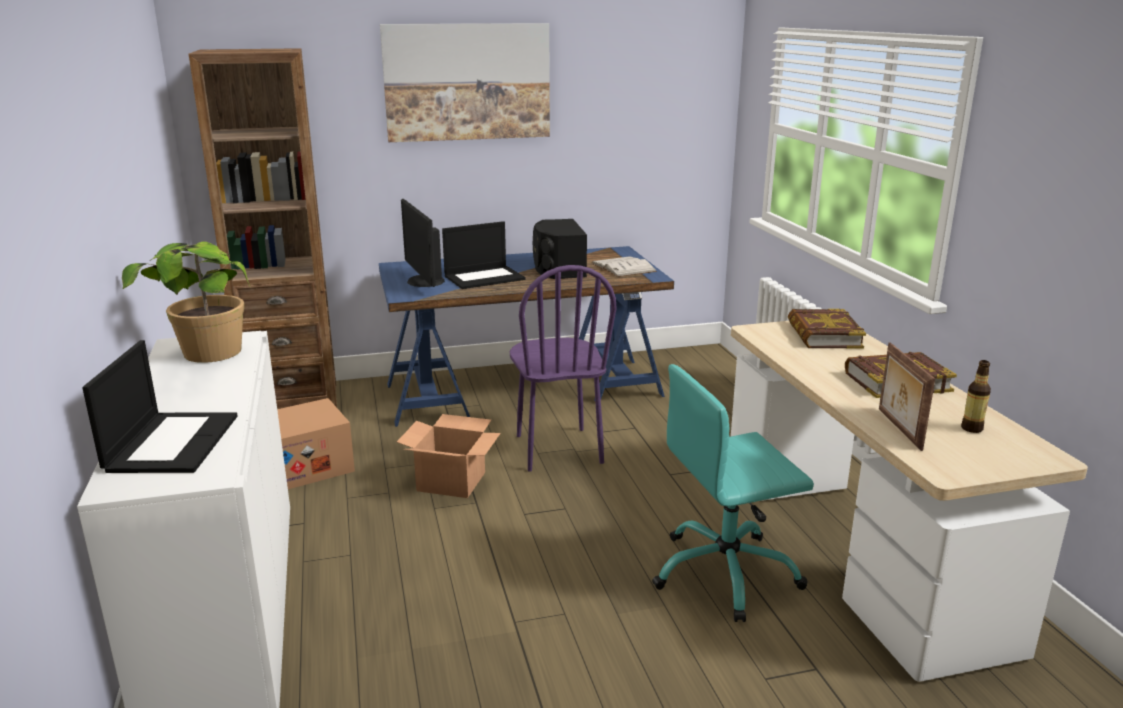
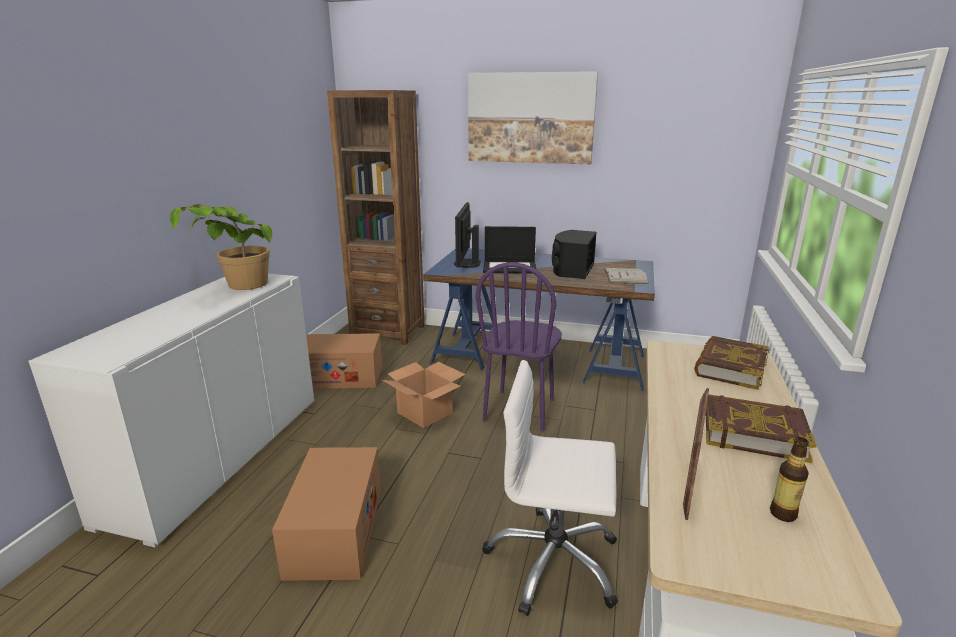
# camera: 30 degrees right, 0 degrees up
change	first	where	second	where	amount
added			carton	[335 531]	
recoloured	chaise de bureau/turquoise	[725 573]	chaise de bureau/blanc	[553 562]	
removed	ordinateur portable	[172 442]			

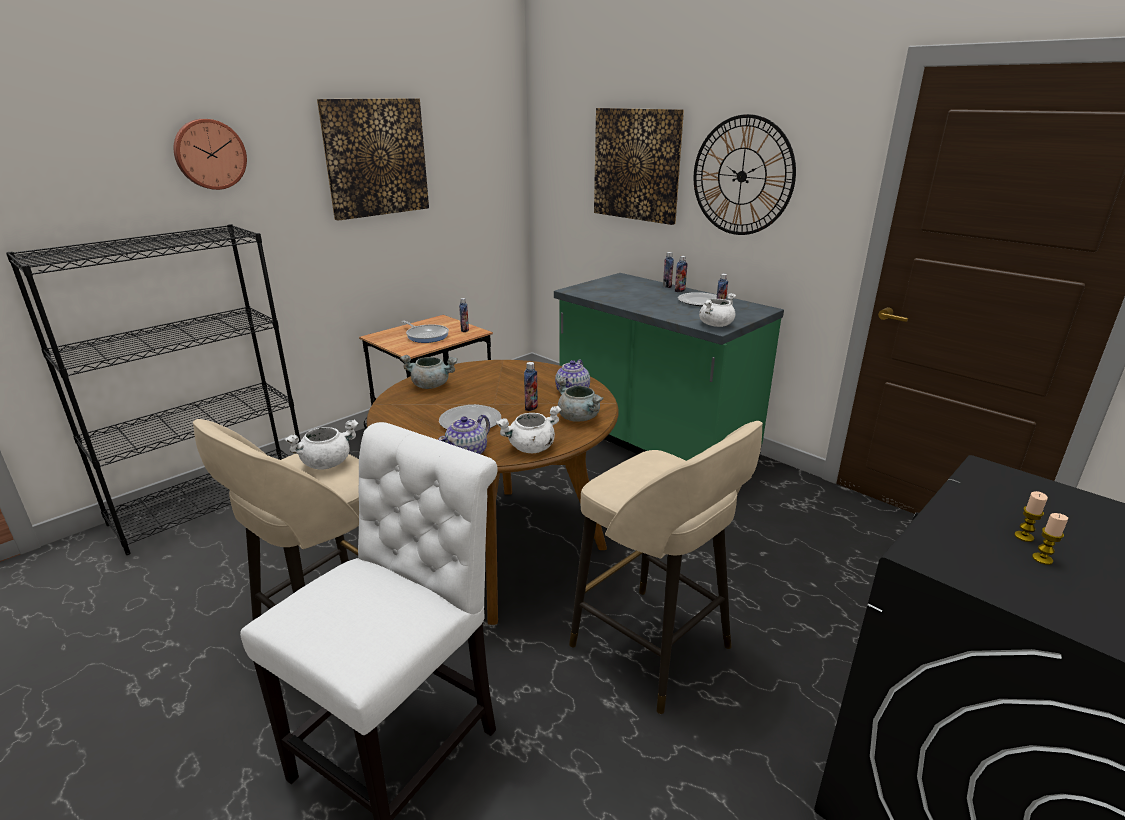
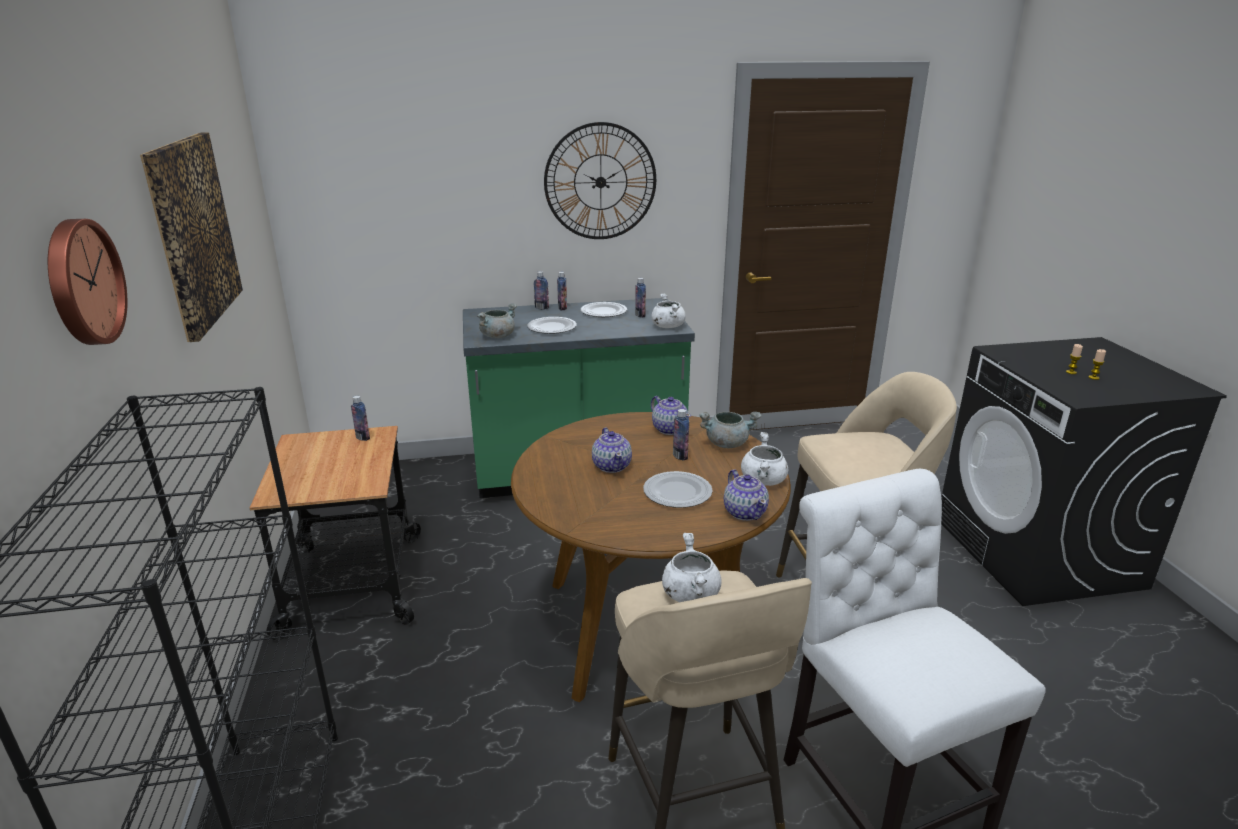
# camera: 55 degrees left, 0 degrees up
change	first	where	second	where	amount
moved	marmite/gris	[431 385]		[497 336]	
added			assiette	[552 328]	
added			théière	[612 466]	
removed	poêle	[426 336]			
removed	tableau	[637 165]			

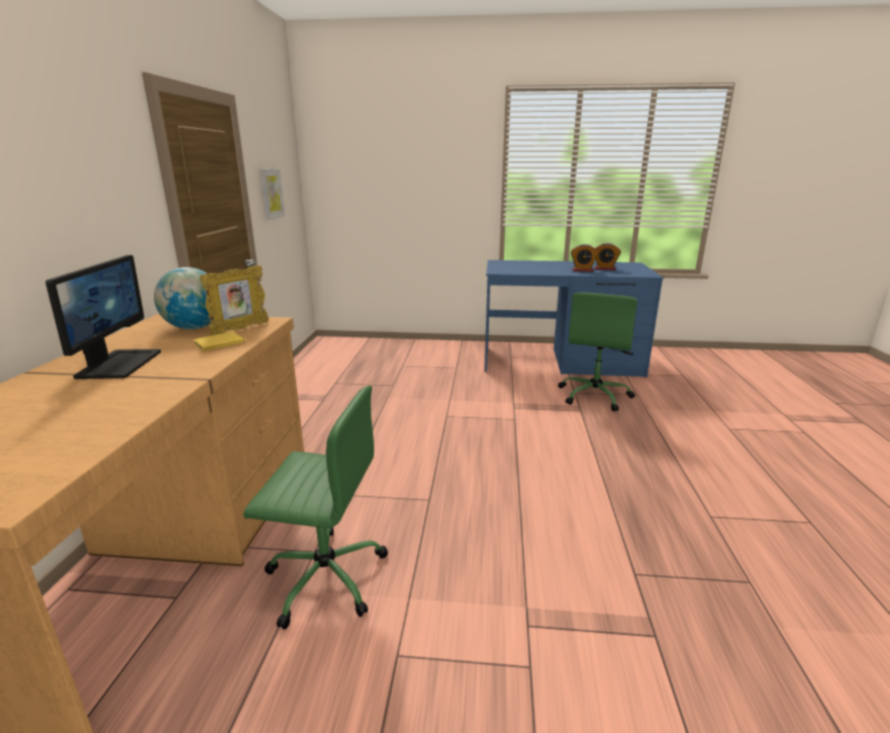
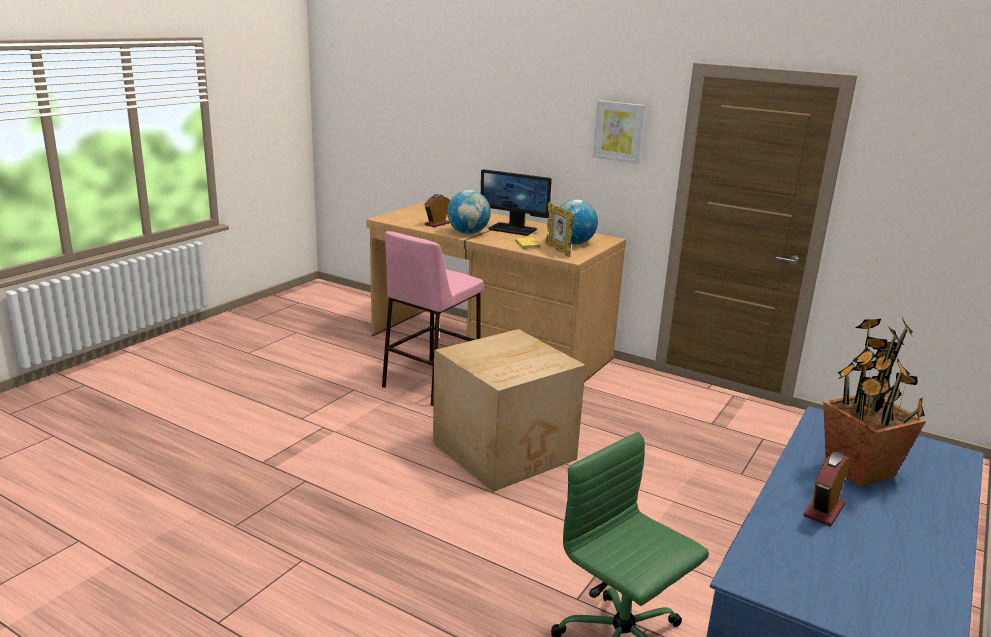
# camera: 115 degrees right, 0 degrees up
change	first	where	second	where	amount
replaced	chaise de bureau/vert	[324 577]	tabouret/rose	[431 383]	
moved	réveil	[604 269]		[437 224]	
added			carton	[506 451]	
added			globe	[468 233]	
moved	tableau	[271 193]		[619 131]	
added			plante en pot	[858 471]	

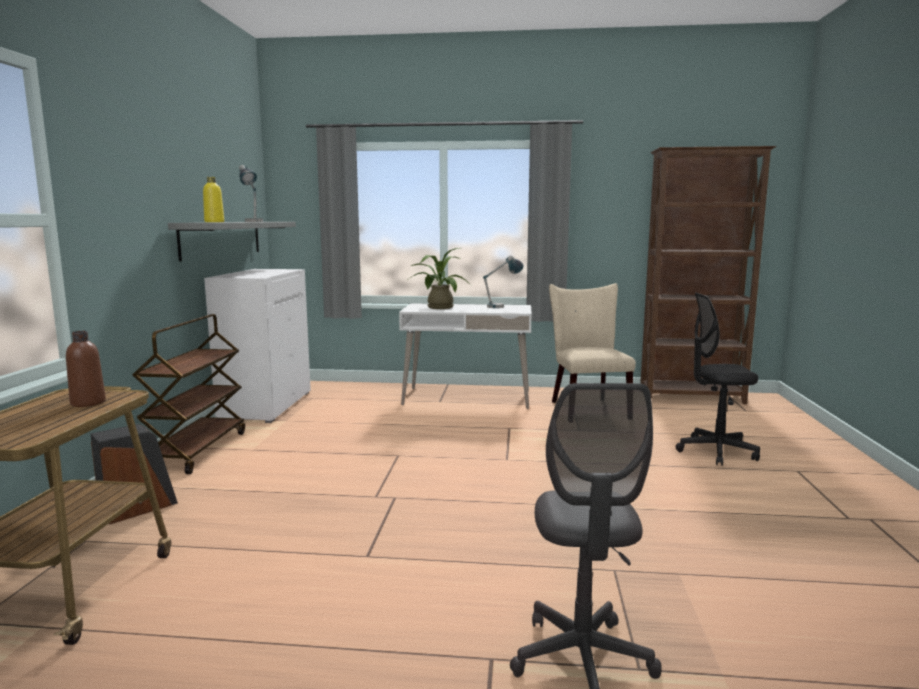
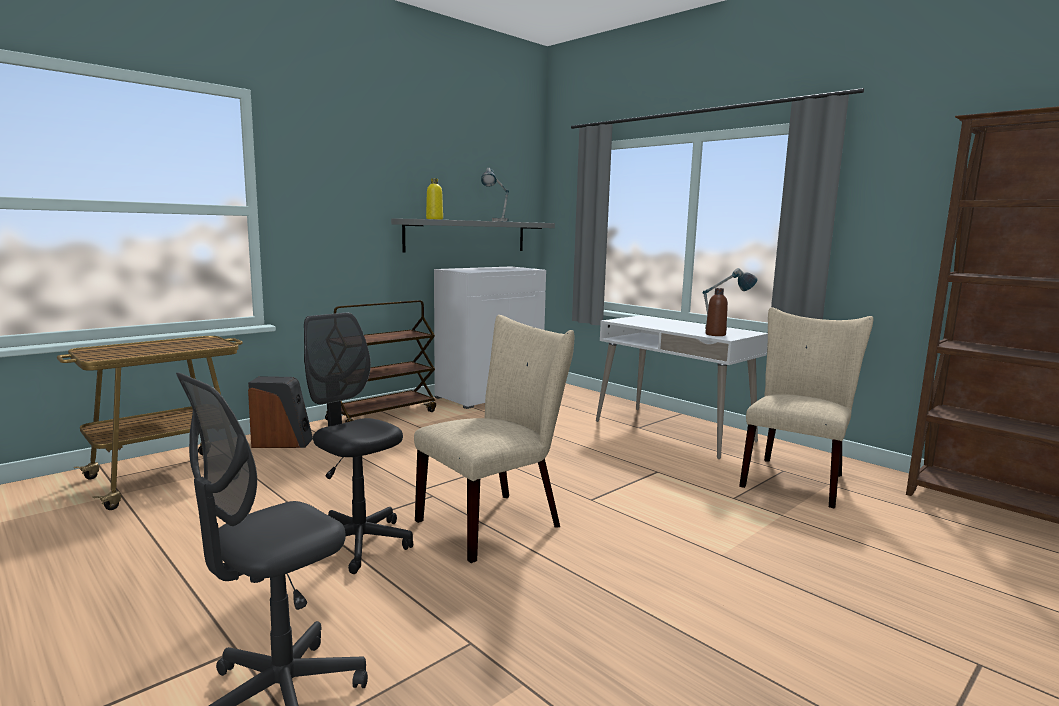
# camera: 40 degrees right, 0 degrees up
change	first	where	second	where	amount
moved	chaise de bureau/noir	[716 452]		[358 544]	
added			chaise/beige	[496 521]	
moved	bouteille/marron	[88 403]		[715 334]	
removed	plante en pot	[438 307]			

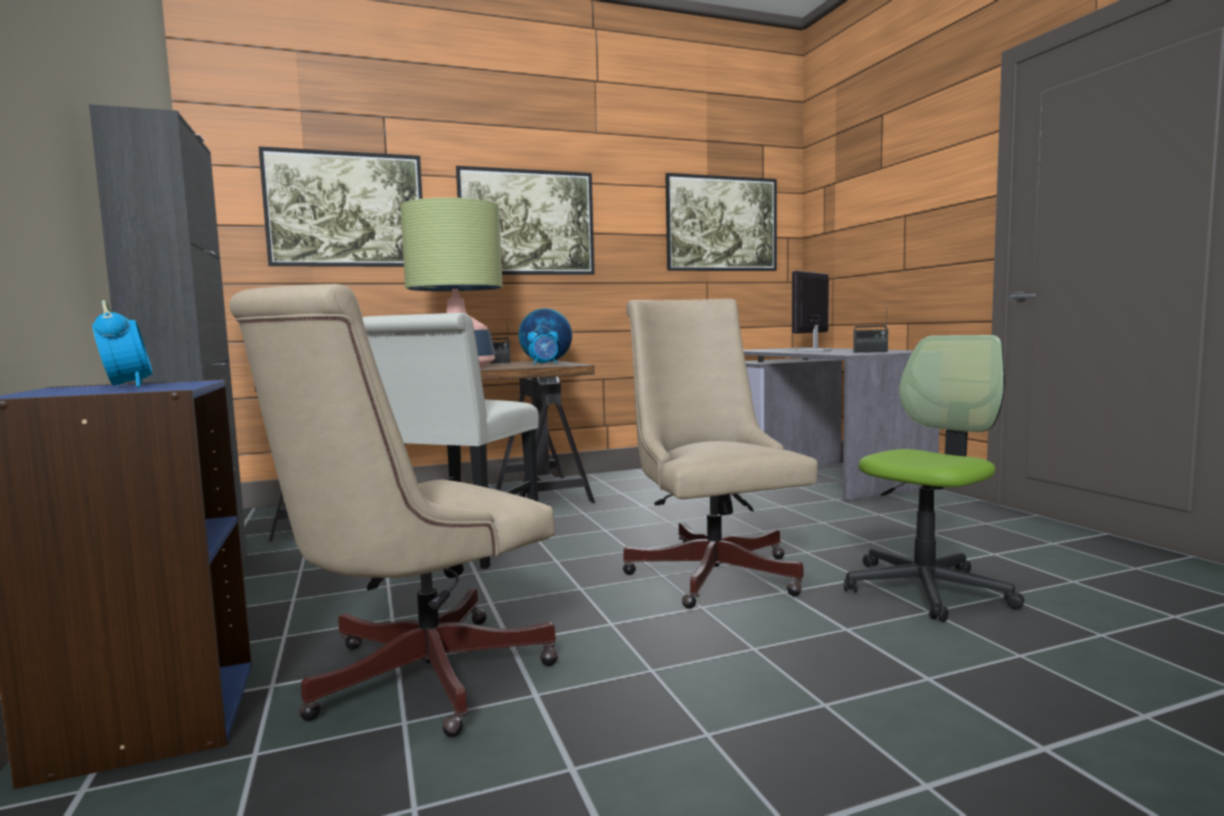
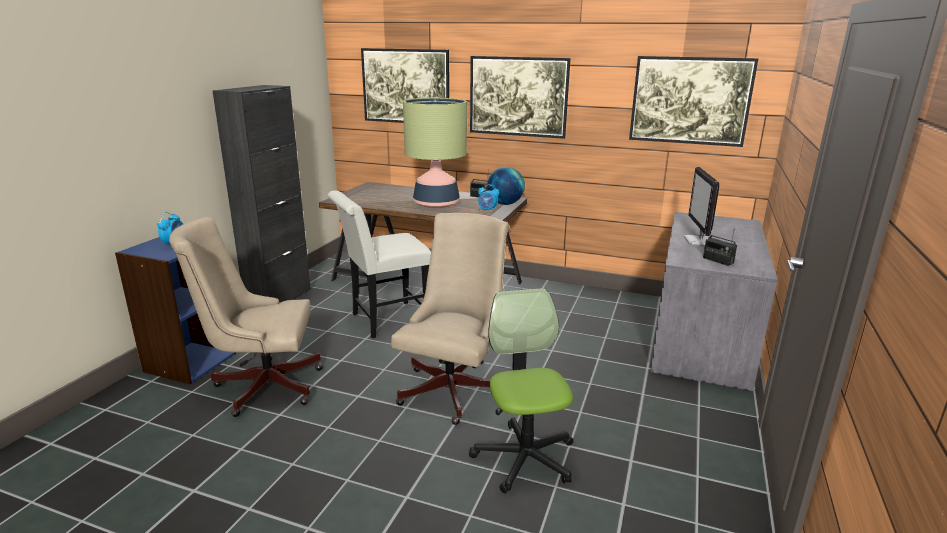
# camera: 40 degrees right, 15 degrees up
change	first	where	second	where	amount
turned	chaise de bureau	[926 589]		[524 458]	105 degrees counterclockwise
turned	écran d'ordinateur	[814 351]		[699 241]	75 degrees counterclockwise

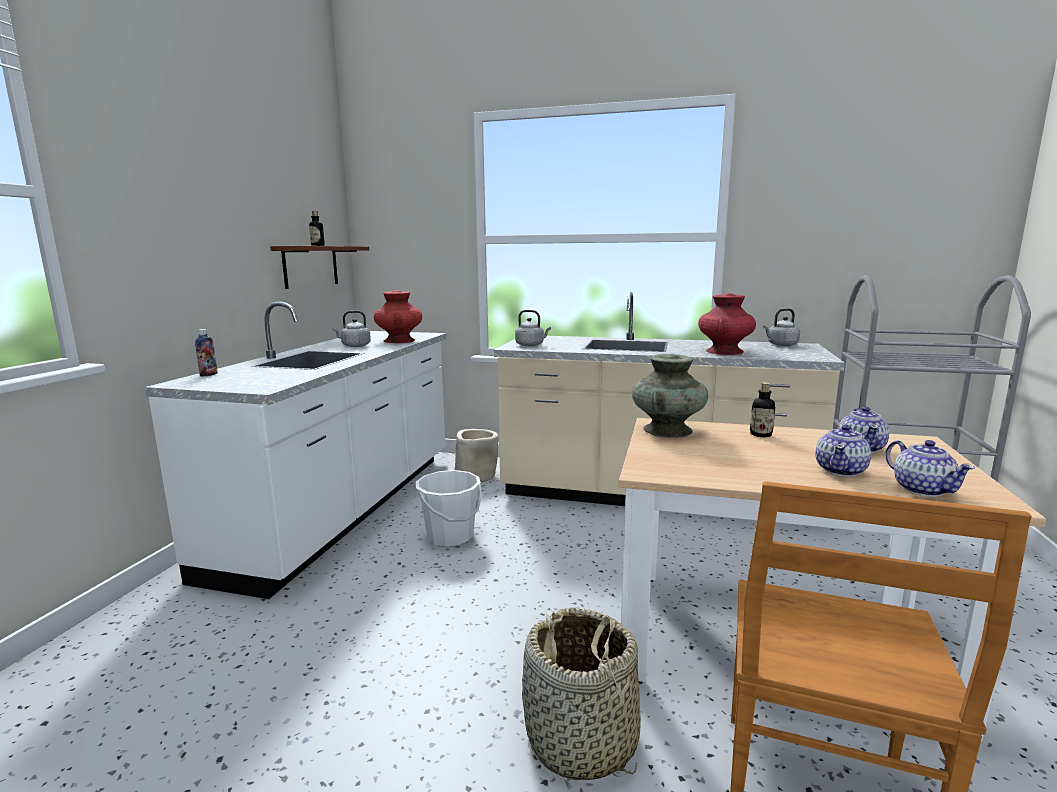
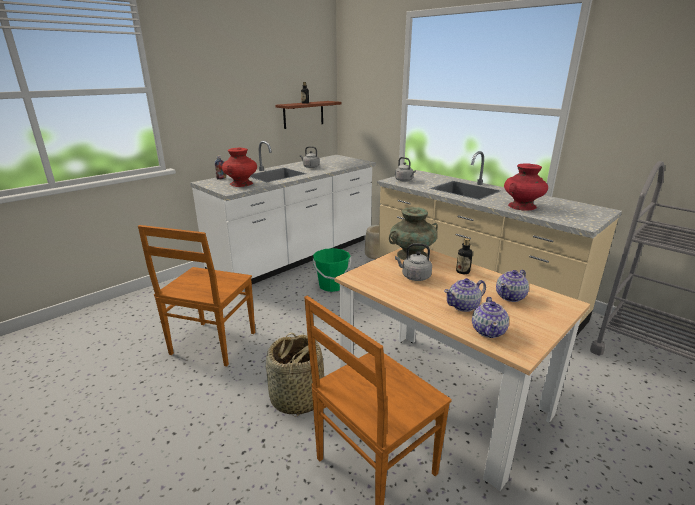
# camera: 30 degrees right, 10 degrees up
change	first	where	second	where	amount
added			chaise/marron	[212 344]	
moved	vase/rouge	[399 340]		[241 184]	
recoloured	seau/blanc	[450 536]	seau/vert	[332 286]	
moved	bouilloire/gris	[781 345]		[414 277]	

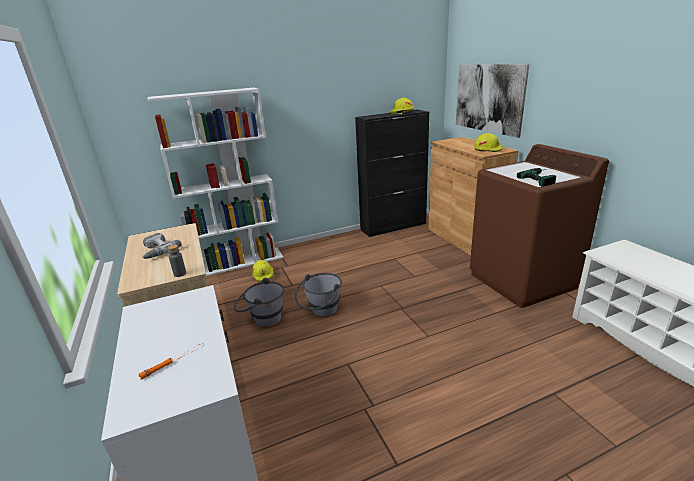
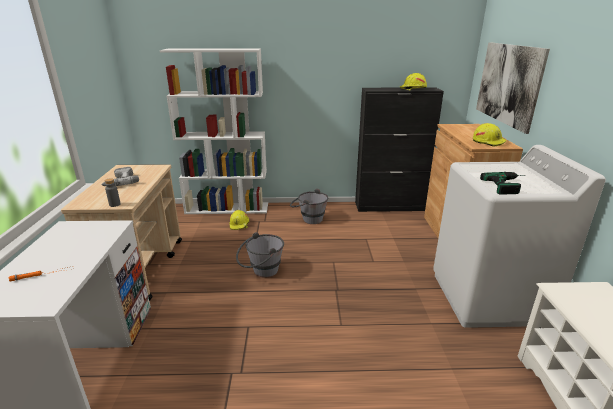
# camera: 20 degrees right, 0 degrees up
change	first	where	second	where	amount
moved	seau/gris	[262 319]		[308 219]	
recoloured	lave-linge/marron	[522 281]	lave-linge/blanc	[488 298]	

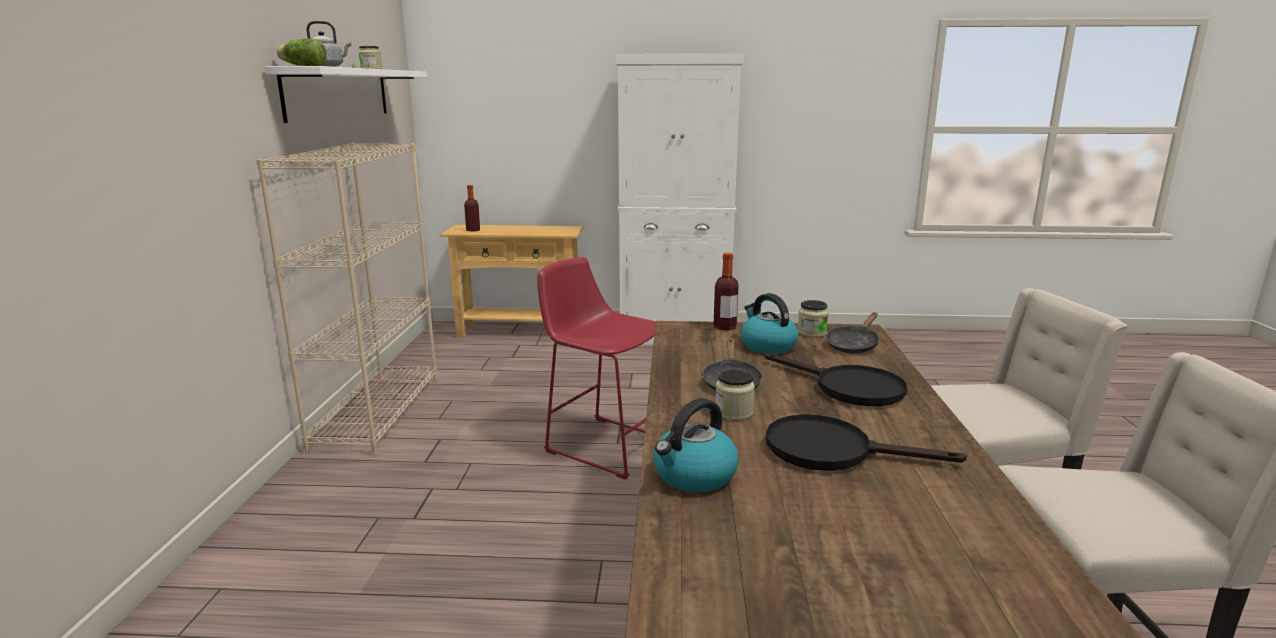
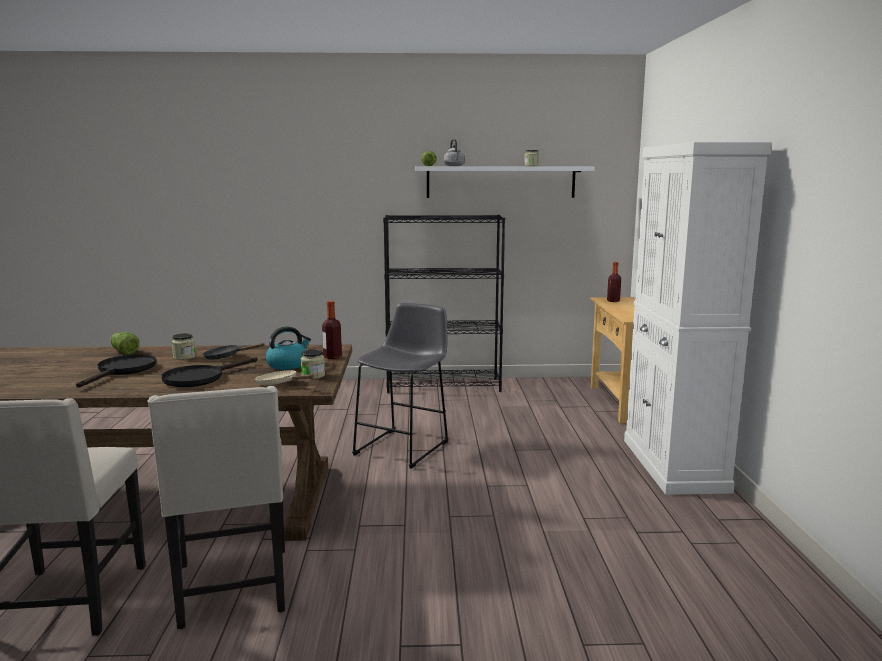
# camera: 85 degrees right, 5 degrees down
change	first	where	second	where	amount
replaced	bouilloire	[694 476]	laitue	[124 351]	
recoloured	poêle/noir	[853 345]	poêle/beige	[280 384]	
recoloured	tabouret/rouge	[605 444]	tabouret/gris	[405 446]	
recoloured	bibliothèque/beige	[378 412]	bibliothèque/noir	[444 385]	

